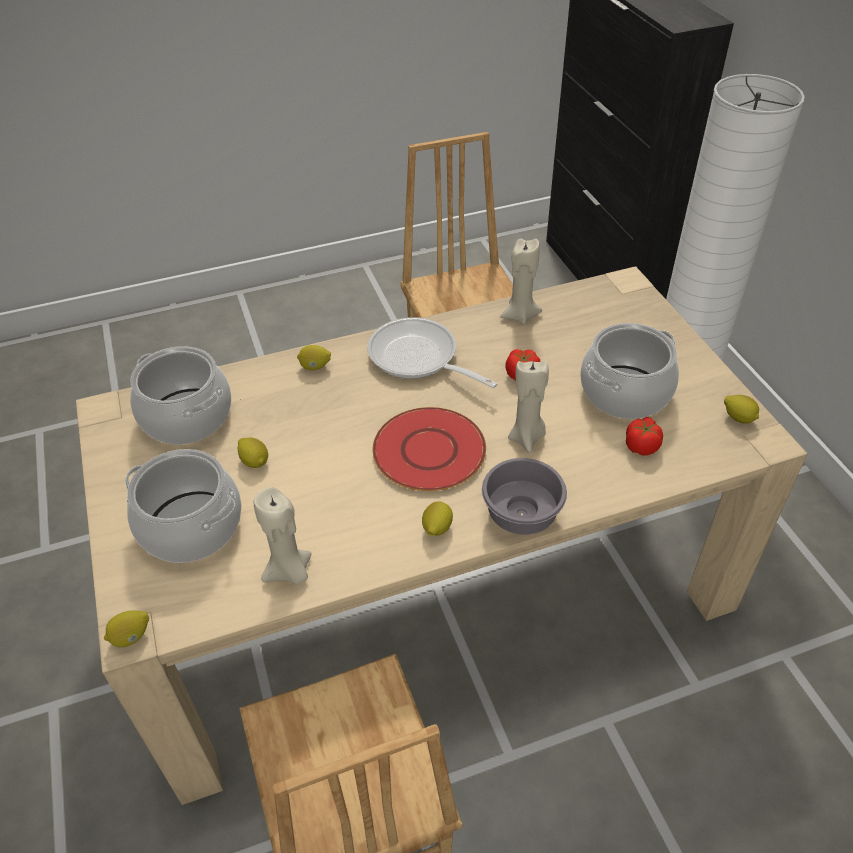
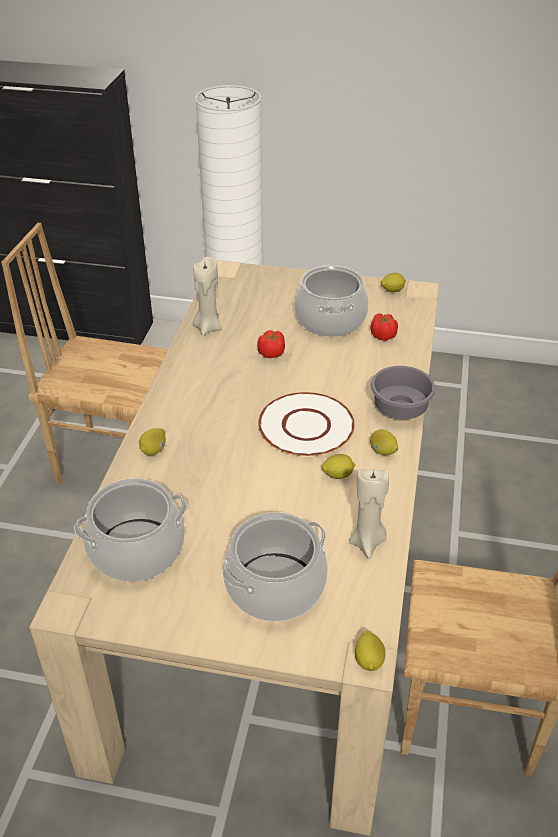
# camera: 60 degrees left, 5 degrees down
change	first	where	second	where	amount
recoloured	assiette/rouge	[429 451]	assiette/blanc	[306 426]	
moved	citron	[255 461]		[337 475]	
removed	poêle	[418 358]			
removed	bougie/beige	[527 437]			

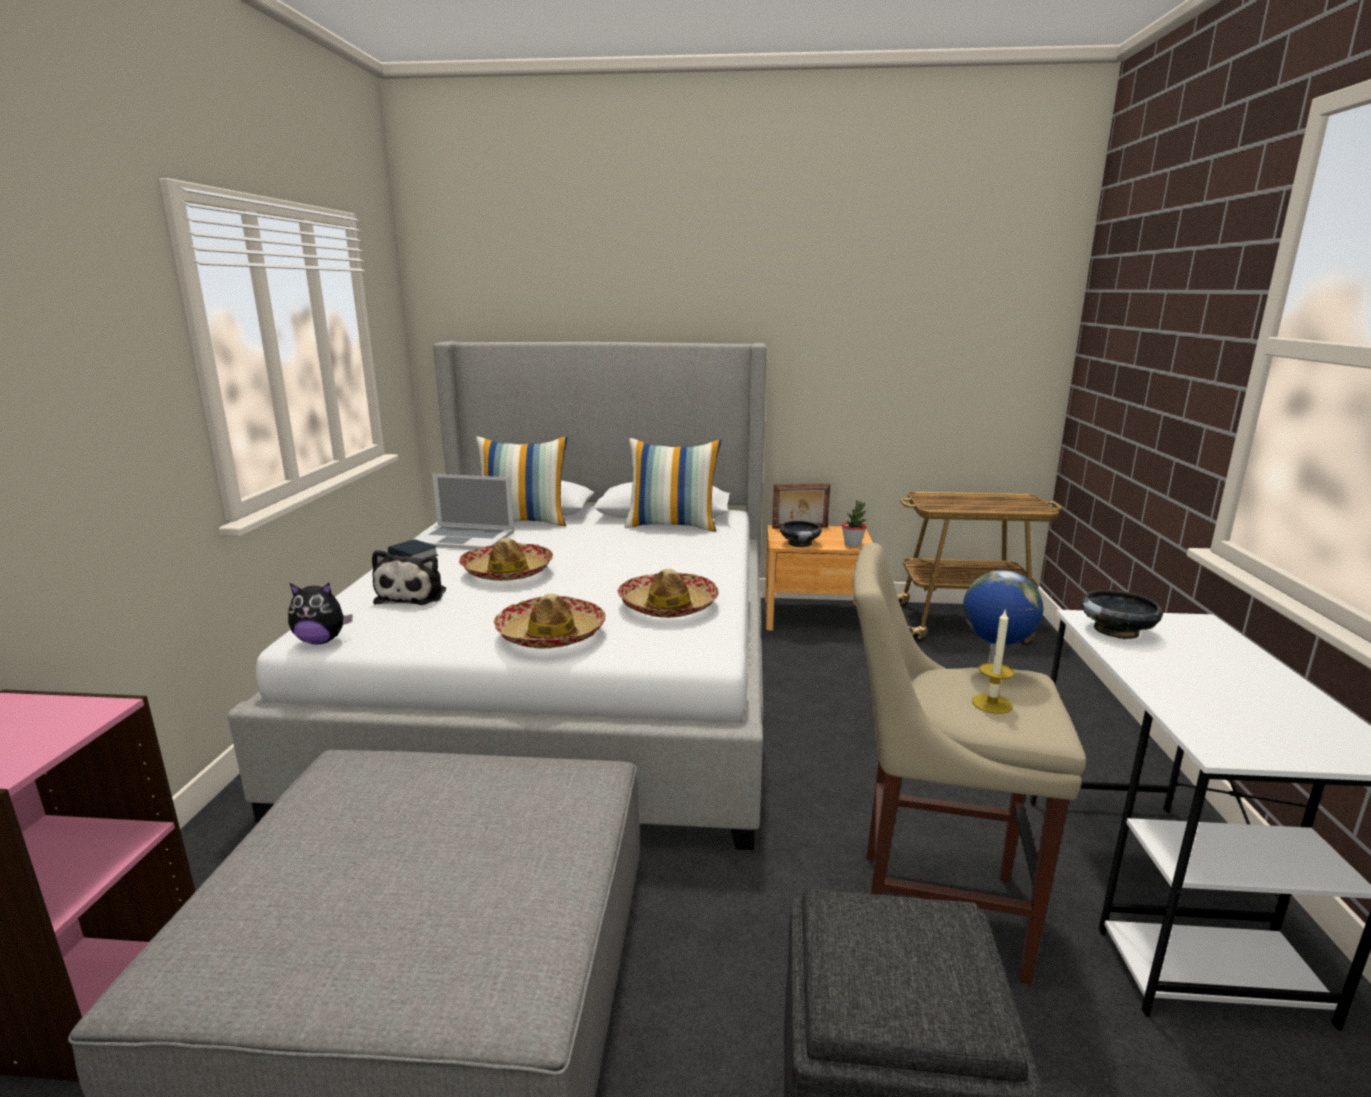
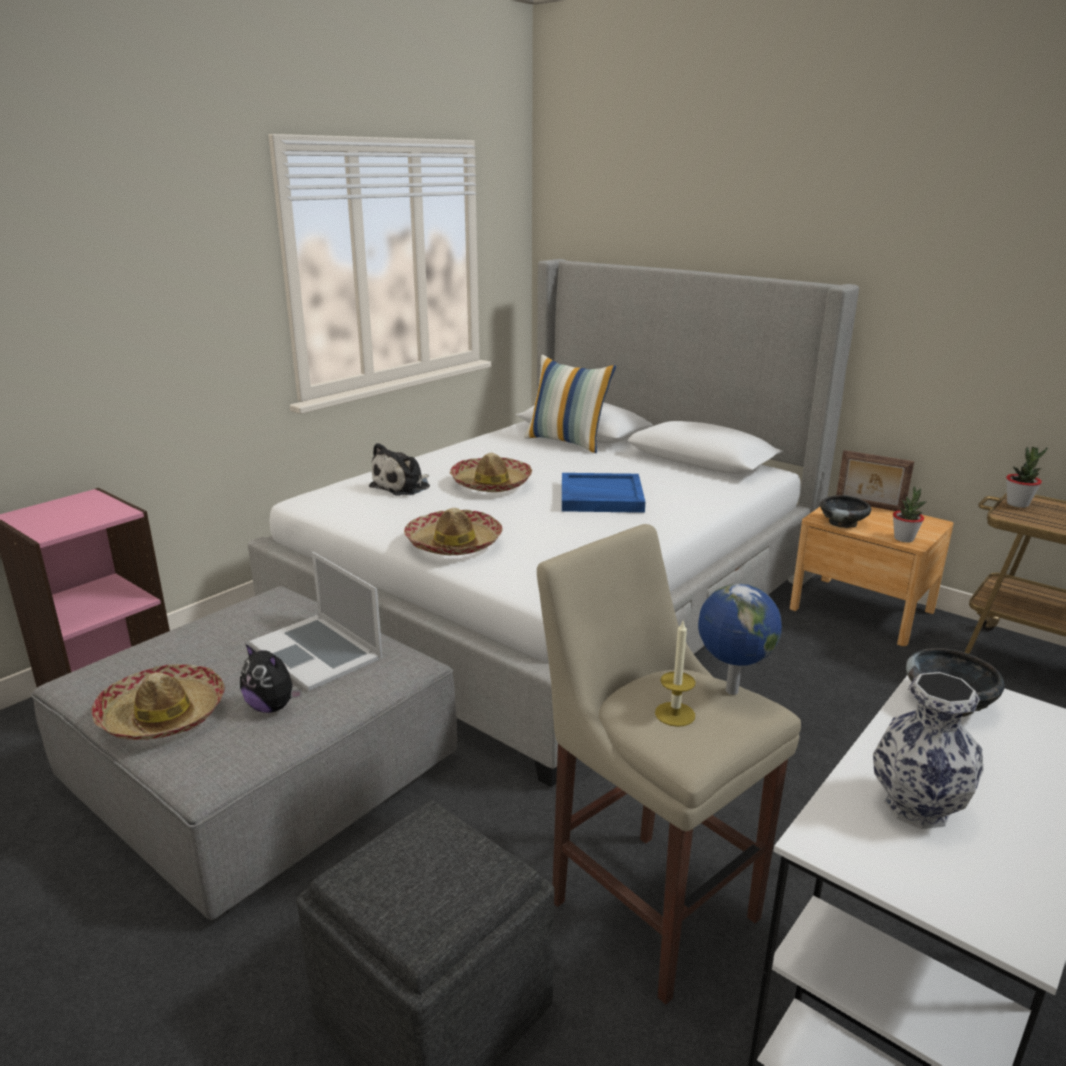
# camera: 35 degrees right, 5 degrees up
change	first	where	second	where	amount
moved	chapeau	[668 606]		[162 715]	
moved	peluche	[321 641]		[272 707]	
moved	ordinateur portable	[463 538]		[316 651]	
added			plateau/bleu	[600 497]	
added			vase	[915 807]	
added			plante en pot	[1017 504]	
removed	livre	[413 556]			
removed	coussin	[672 525]			

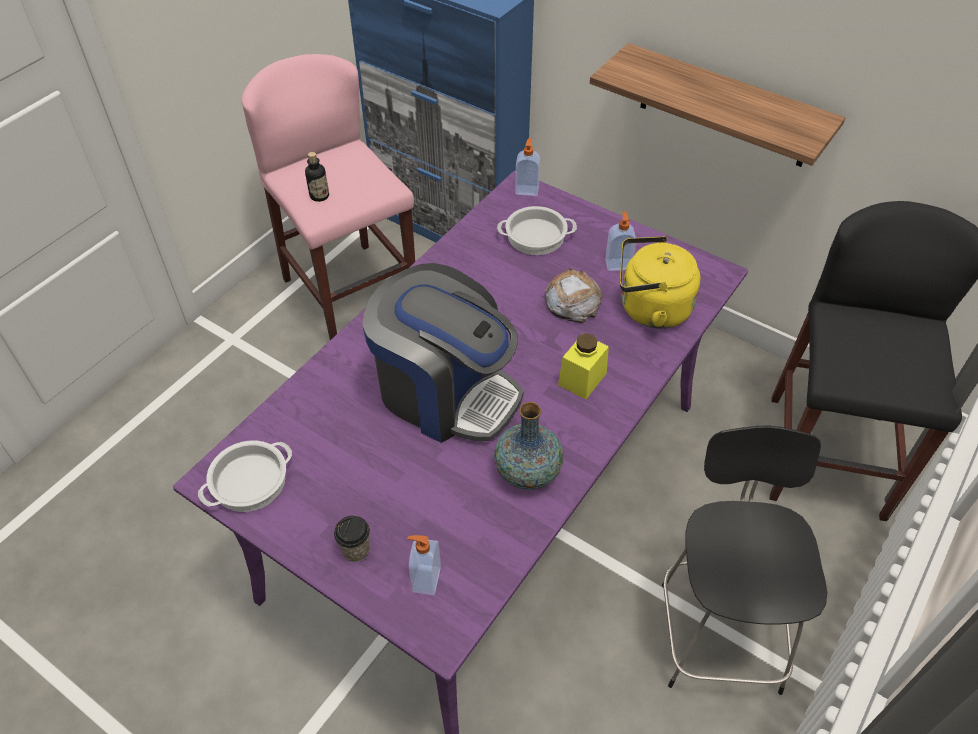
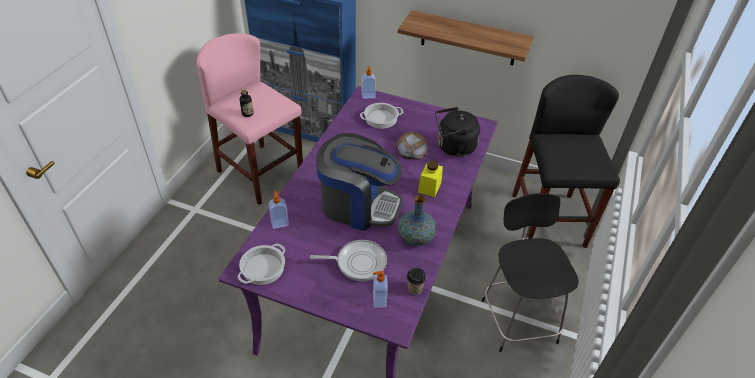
# camera: 15 degrees left, 5 degrees down
change	first	where	second	where	amount
moved	distributeur de savon	[618 264]		[279 223]	
added			poêle	[358 262]	
moved	tasse	[356 550]		[415 289]	
recoloured	bouilloire/jaune	[650 308]	bouilloire/noir	[453 147]	

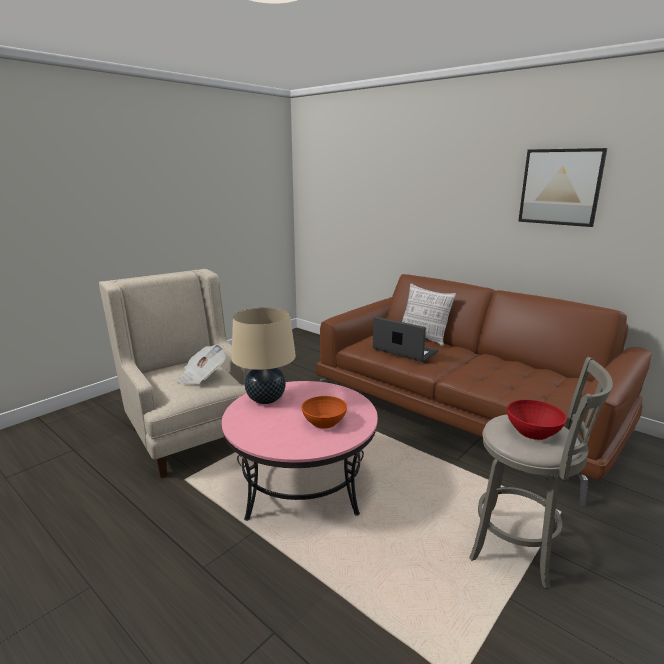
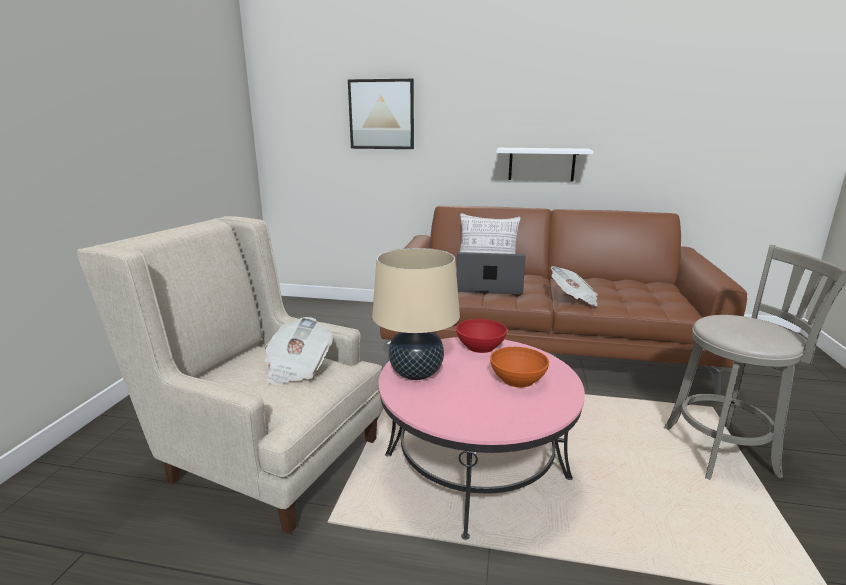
# camera: 30 degrees left, 0 degrees up
change	first	where	second	where	amount
moved	tableau	[560 187]		[381 114]	
moved	bol/rouge	[533 431]		[481 347]	
added			étagère/blanc	[541 164]	
added			journal	[574 299]	

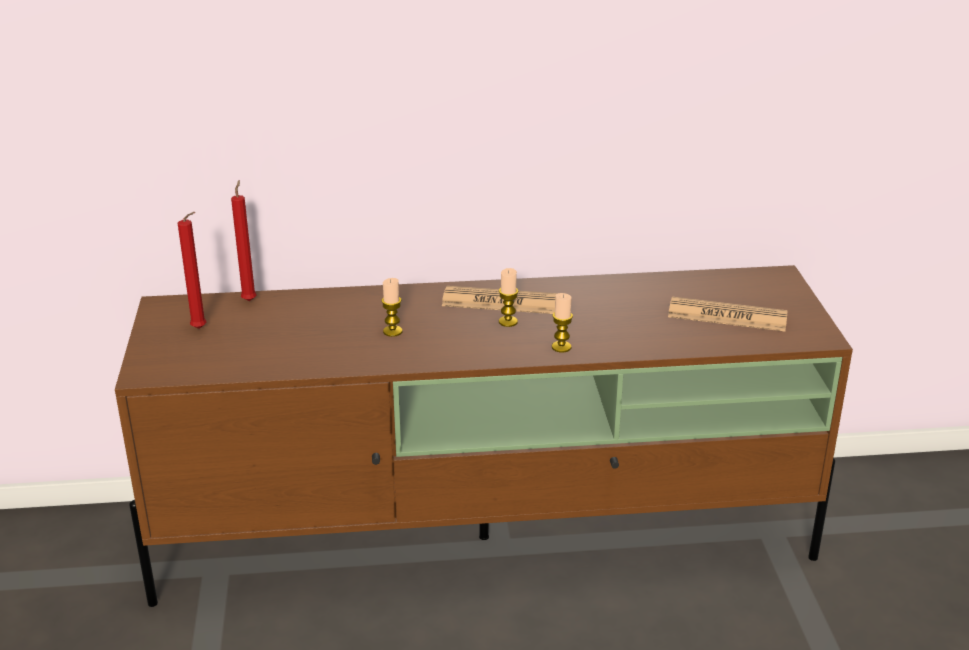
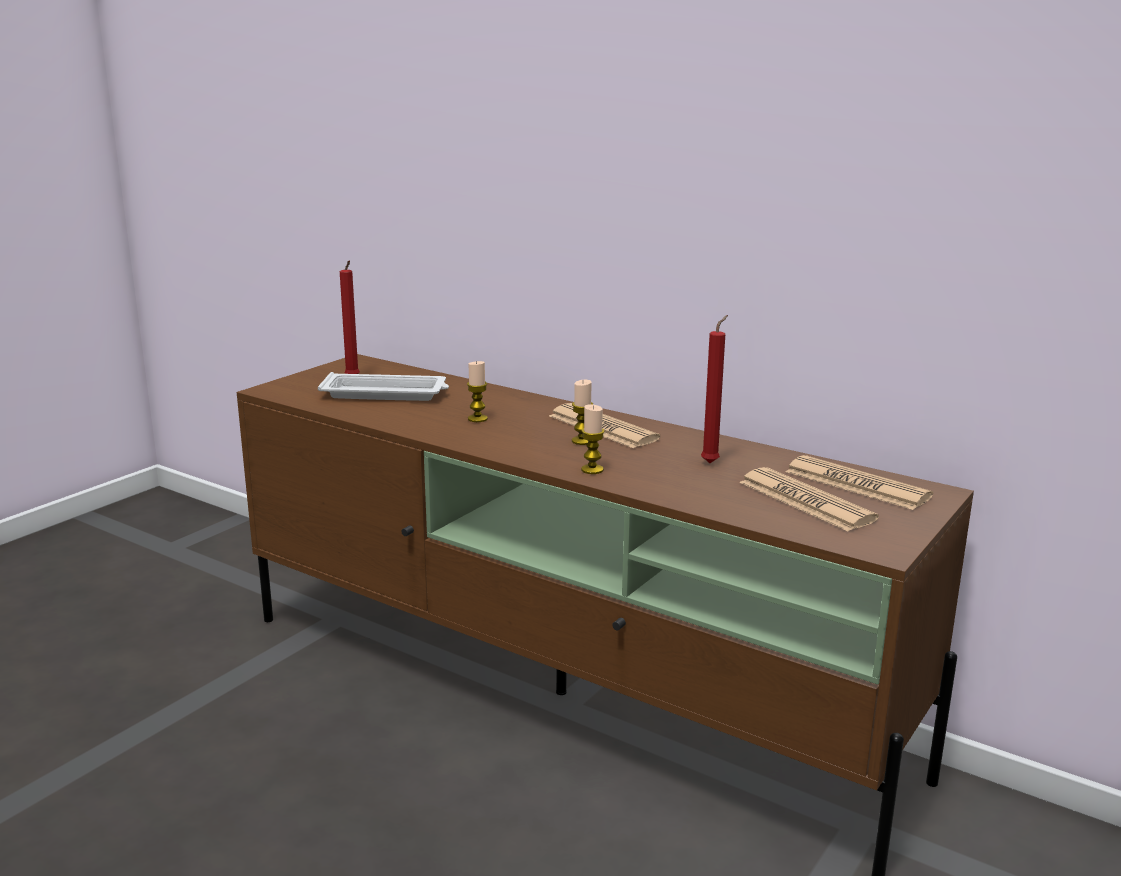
# camera: 40 degrees right, 10 degrees down
change	first	where	second	where	amount
added			plateau/blanc	[386 394]	
moved	bougie/rouge	[250 300]		[712 462]	
added			journal	[856 484]	

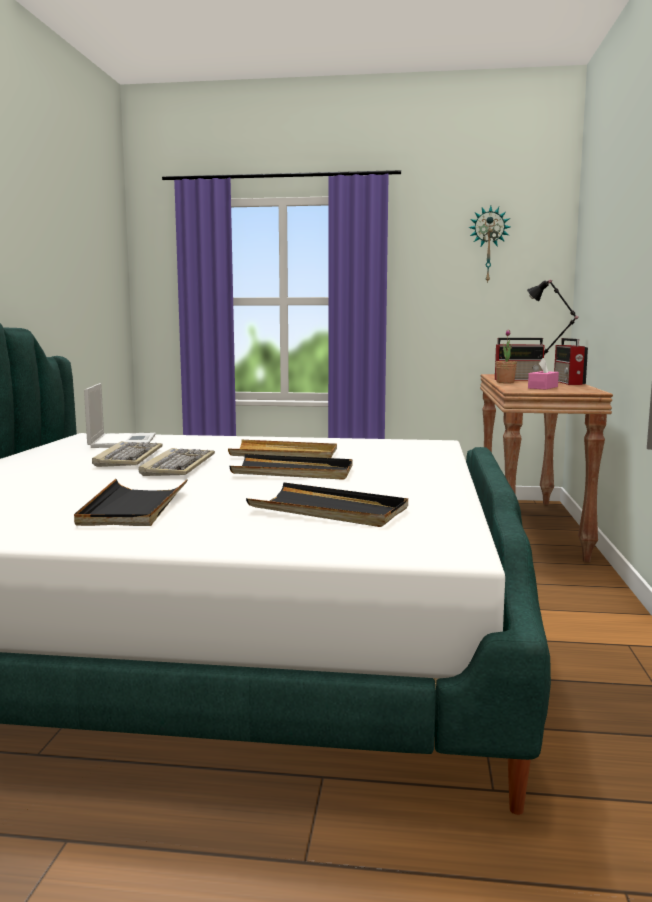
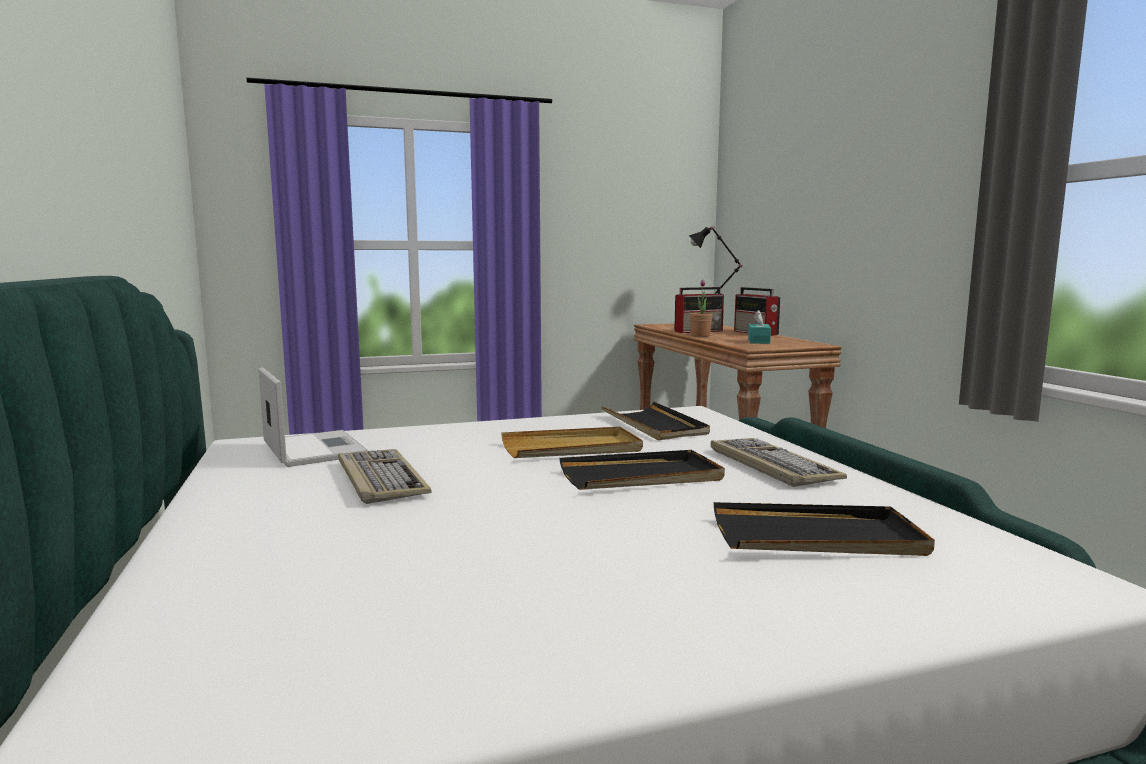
# camera: 25 degrees left, 0 degrees up
change	first	where	second	where	amount
moved	plateau/noir	[133 507]		[654 425]	
moved	clavier	[178 466]		[770 465]	
recoloured	boîte à mouchoirs/rose	[543 387]	boîte à mouchoirs/turquoise	[758 341]	
removed	horloge murale	[488 245]			

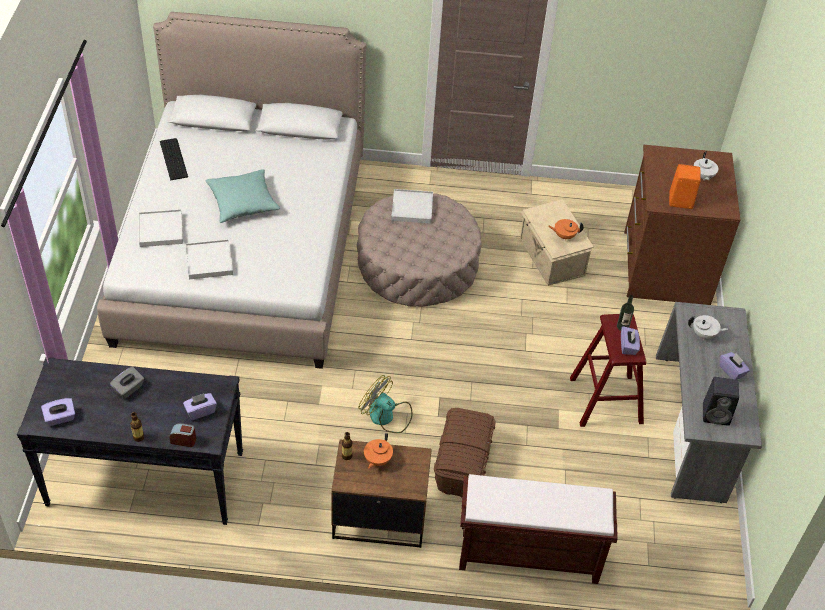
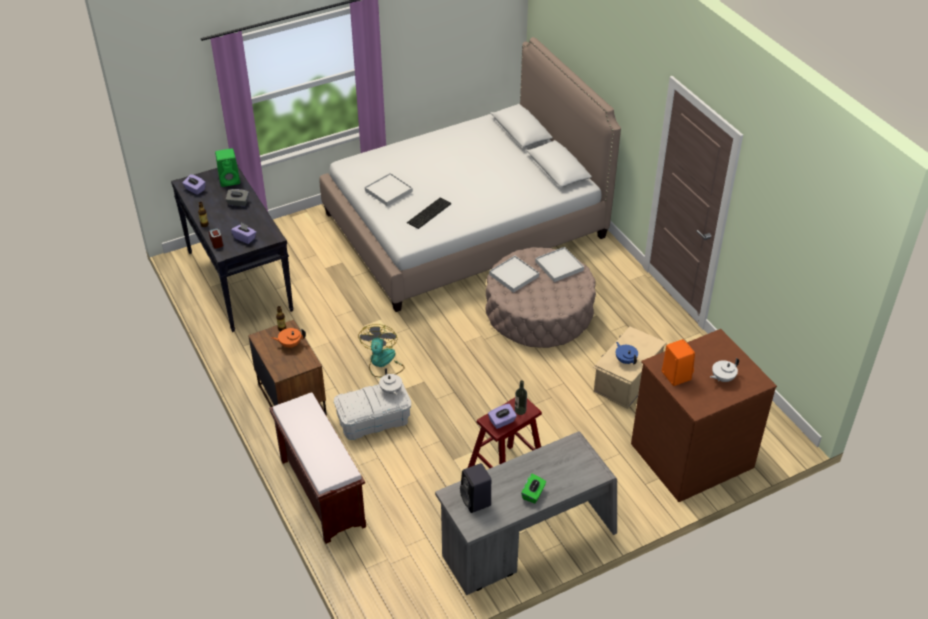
# camera: 60 degrees right, 5 degrees down
change	first	where	second	where	amount
added			enceinte/vert	[230 180]	
recoloured	boîte de rangement/marron	[462 464]	boîte de rangement/blanc	[374 421]	
moved	théière/blanc	[704 334]		[391 390]	
moved	clavier	[174 158]		[430 213]	
moved	plateau/blanc	[161 230]		[514 275]	
recoloured	boîte à mouchoirs/violet	[732 371]	boîte à mouchoirs/vert	[533 494]	
recoloured	théière/orange	[564 236]	théière/bleu	[625 360]	
removed	coussin/turquoise	[243 203]			

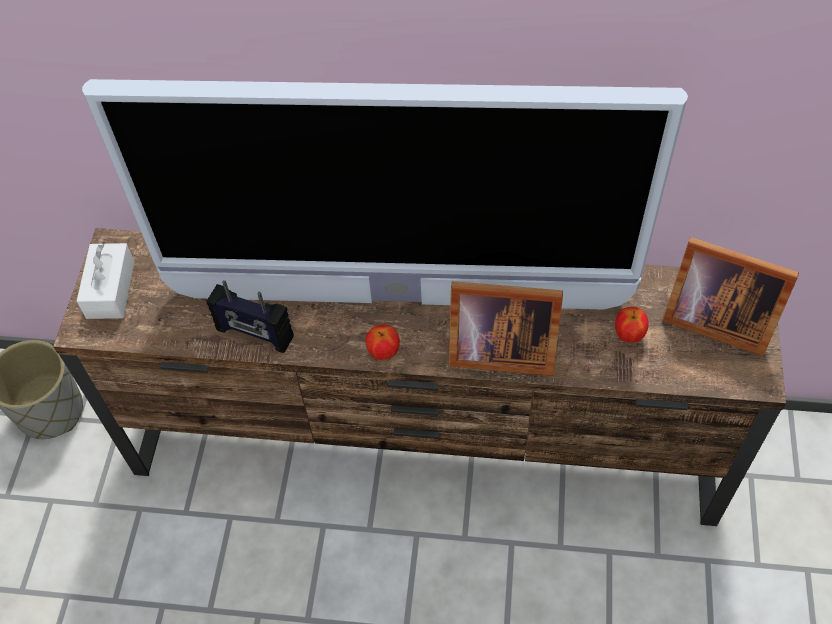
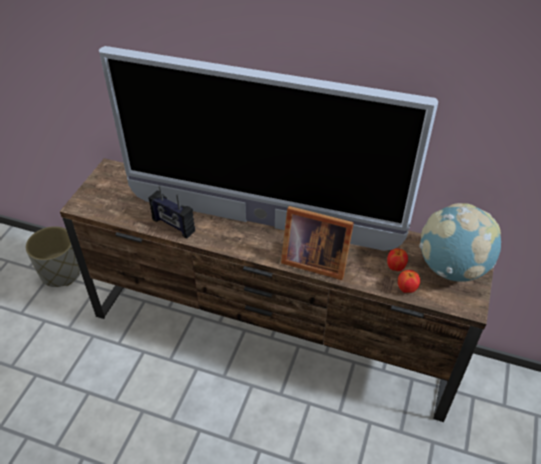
# camera: 10 degrees right, 10 degrees down
change	first	where	second	where	amount
moved	pomme	[384 352]		[406 289]	
replaced	cadre photo	[714 318]	globe	[452 268]	
removed	boîte à mouchoirs/blanc	[110 289]			

